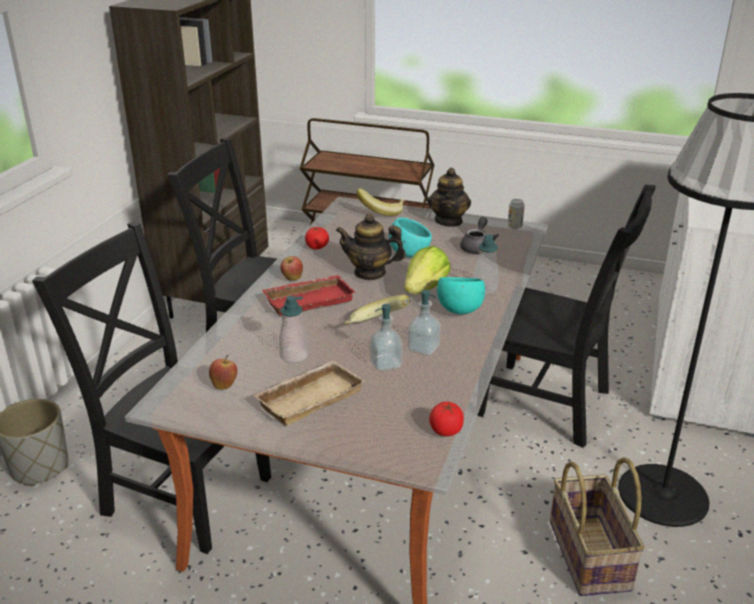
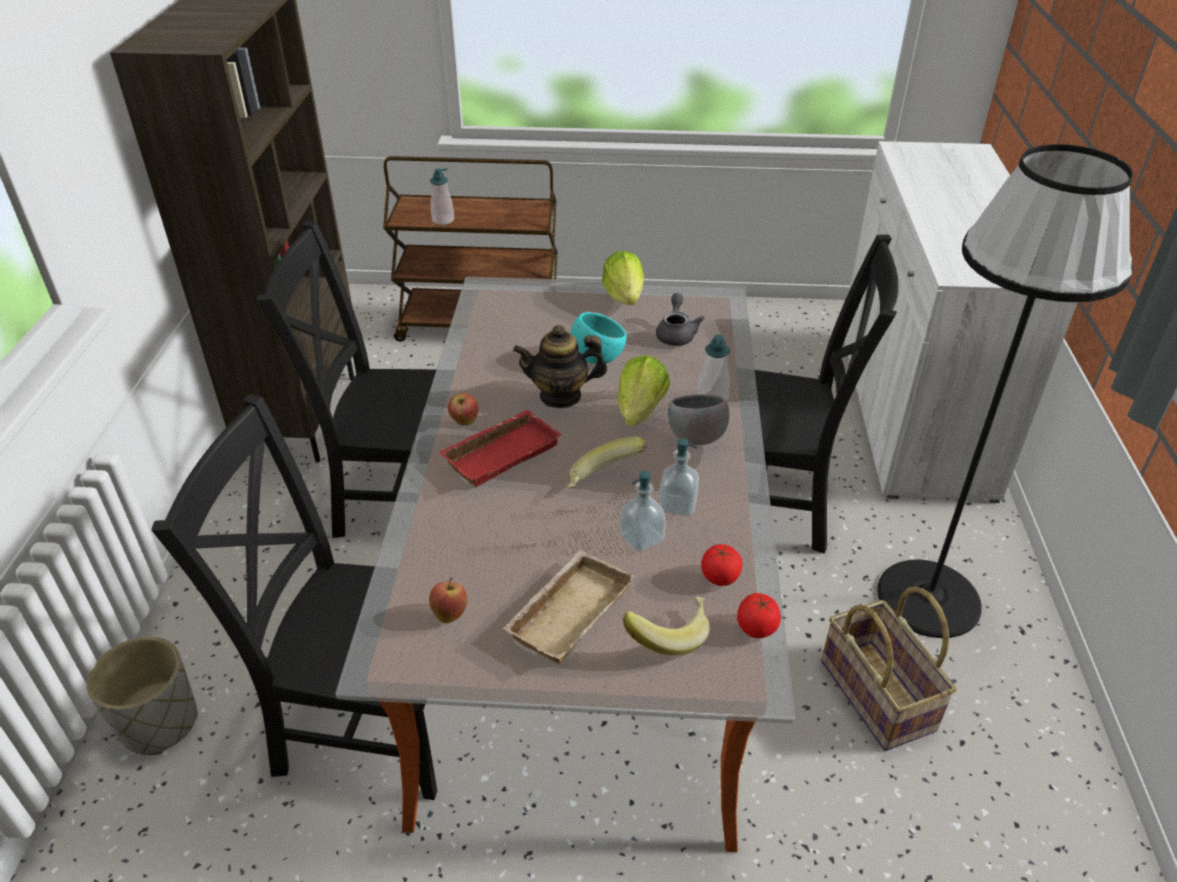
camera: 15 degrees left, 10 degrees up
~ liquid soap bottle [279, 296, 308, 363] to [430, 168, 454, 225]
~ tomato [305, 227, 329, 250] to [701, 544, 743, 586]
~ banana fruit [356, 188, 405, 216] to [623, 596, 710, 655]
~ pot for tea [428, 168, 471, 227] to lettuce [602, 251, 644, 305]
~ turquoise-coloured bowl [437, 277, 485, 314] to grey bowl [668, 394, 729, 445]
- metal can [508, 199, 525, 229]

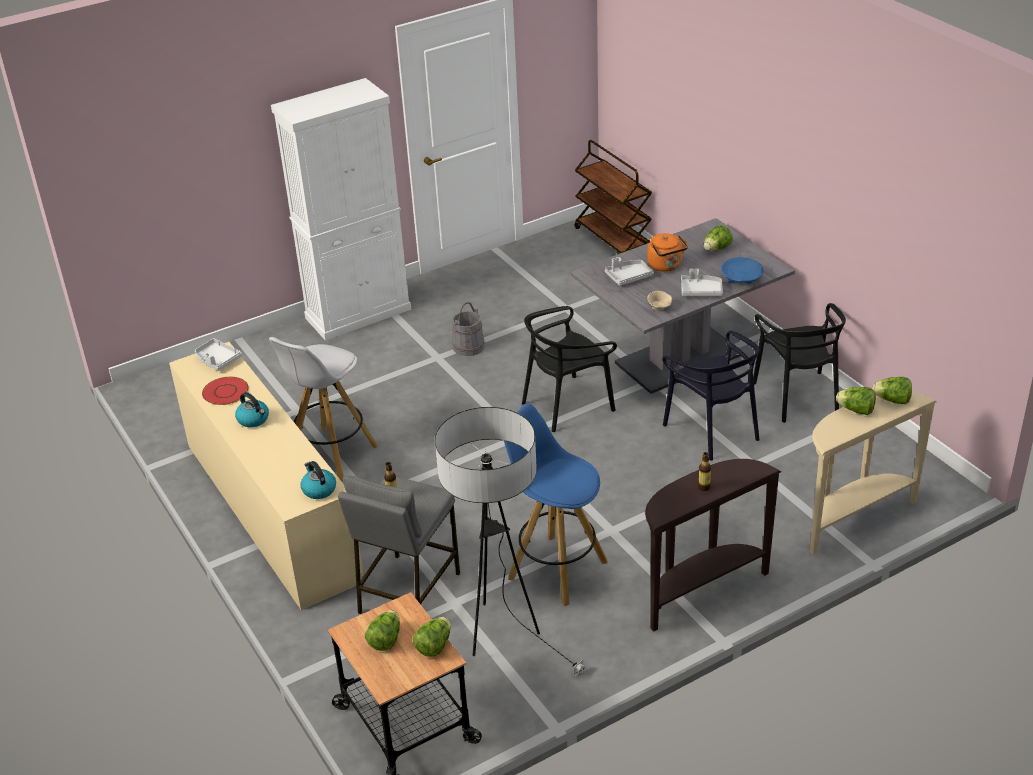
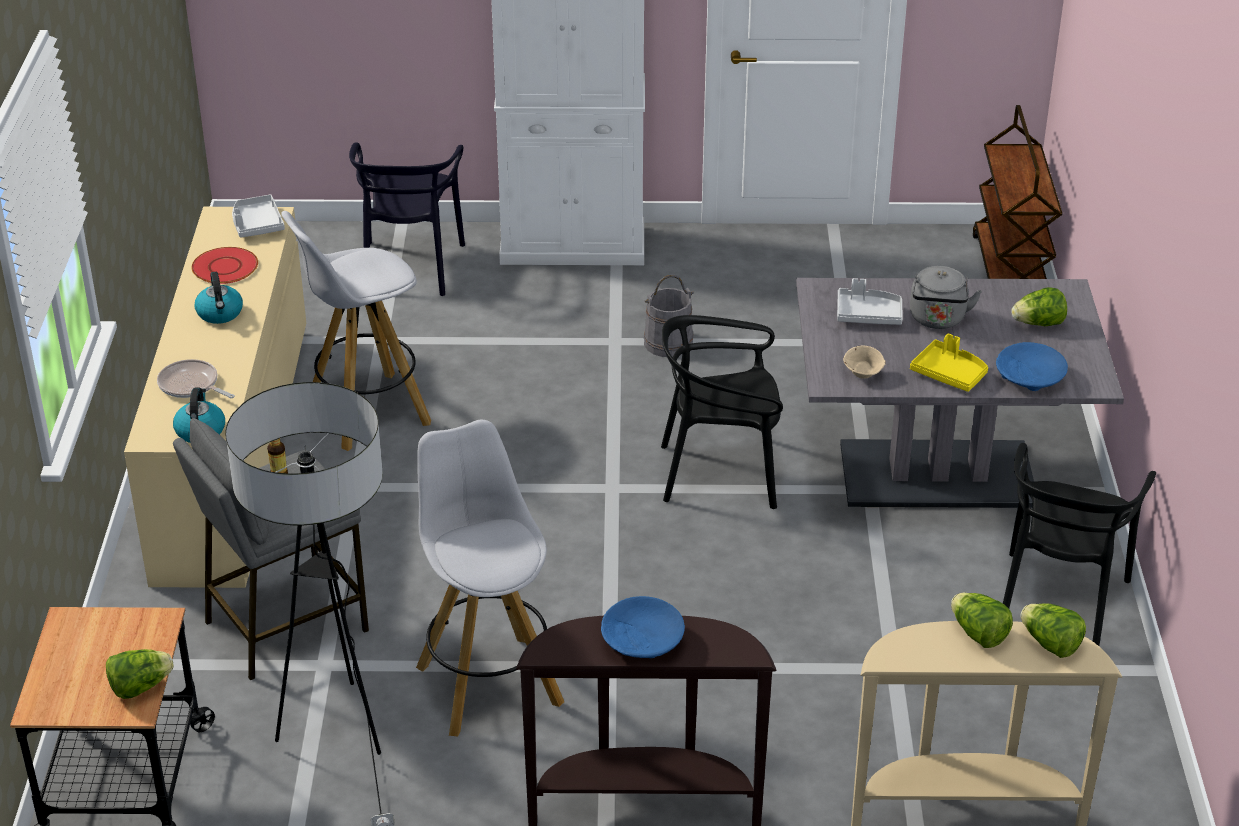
camera: 30 degrees right, 0 degrees up
- lettuce [365, 610, 400, 651]
~ blue sitting stool [504, 404, 608, 606] to whitish sitting stool [416, 420, 564, 737]
~ orange tea kettle [647, 233, 688, 272] to grey tea kettle [910, 266, 982, 329]
~ blackish plain chair [662, 331, 759, 460] to [349, 142, 465, 296]
~ grey carrying tray [681, 269, 723, 296] to yellow carrying tray [910, 334, 988, 392]
~ drink bottle [698, 452, 711, 491] to blue bowl [601, 596, 685, 658]
+ frying pan [157, 359, 235, 398]

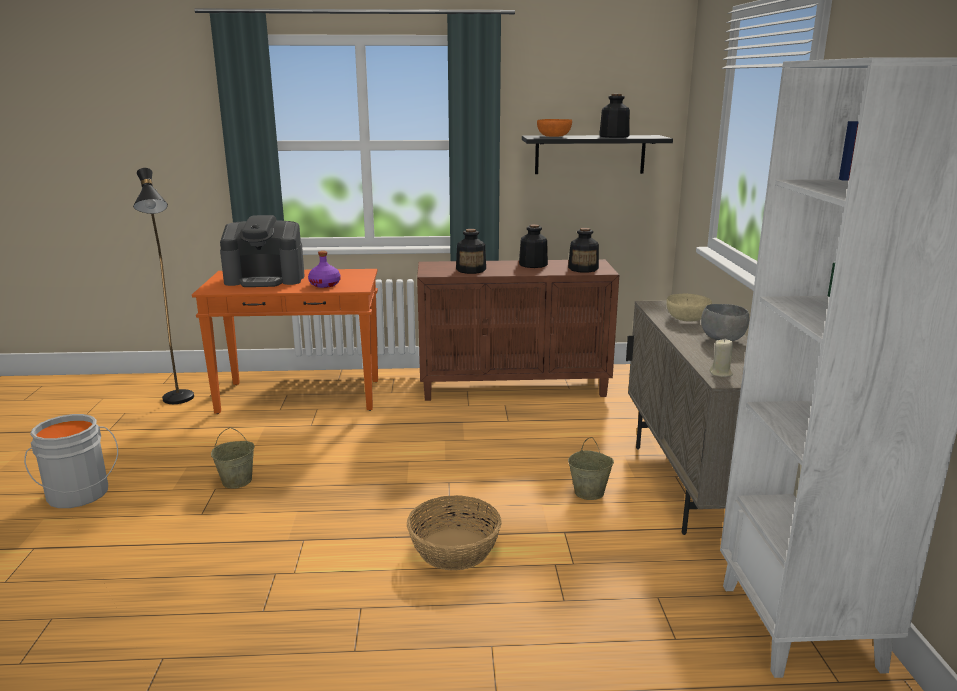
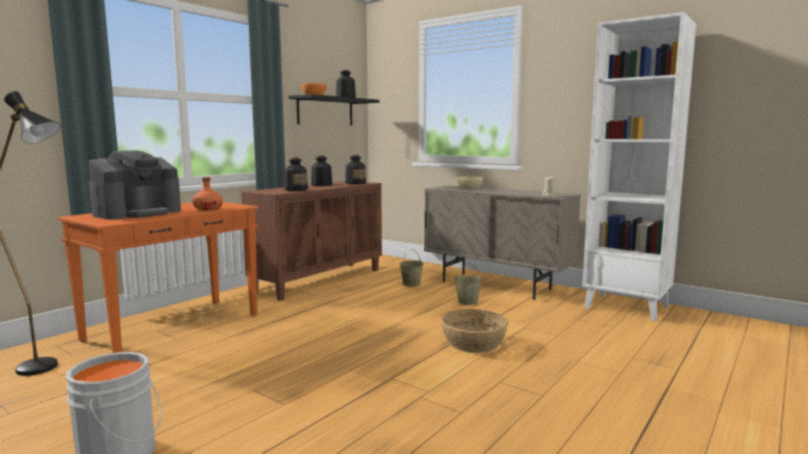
camera: 50 degrees left, 10 degrees down
~ beige water bucket [211, 427, 255, 489] to [399, 249, 423, 286]
~ purple-coloured drink bottle [308, 251, 340, 288] to orange drink bottle [192, 177, 223, 210]
- grey bowl [701, 304, 749, 341]

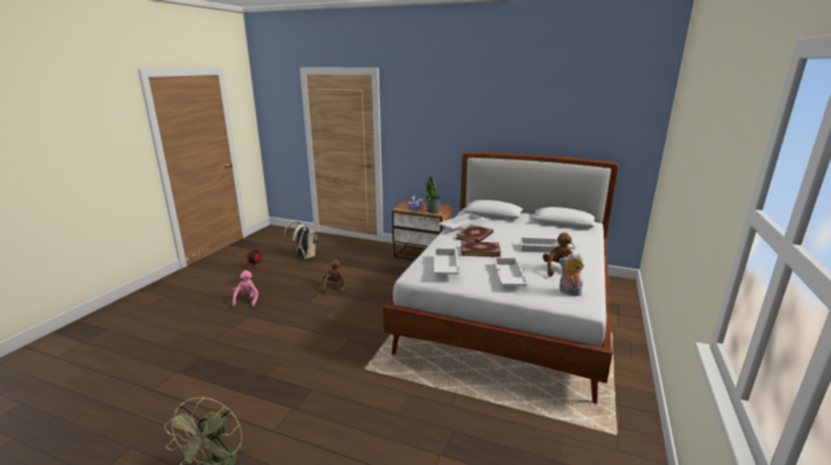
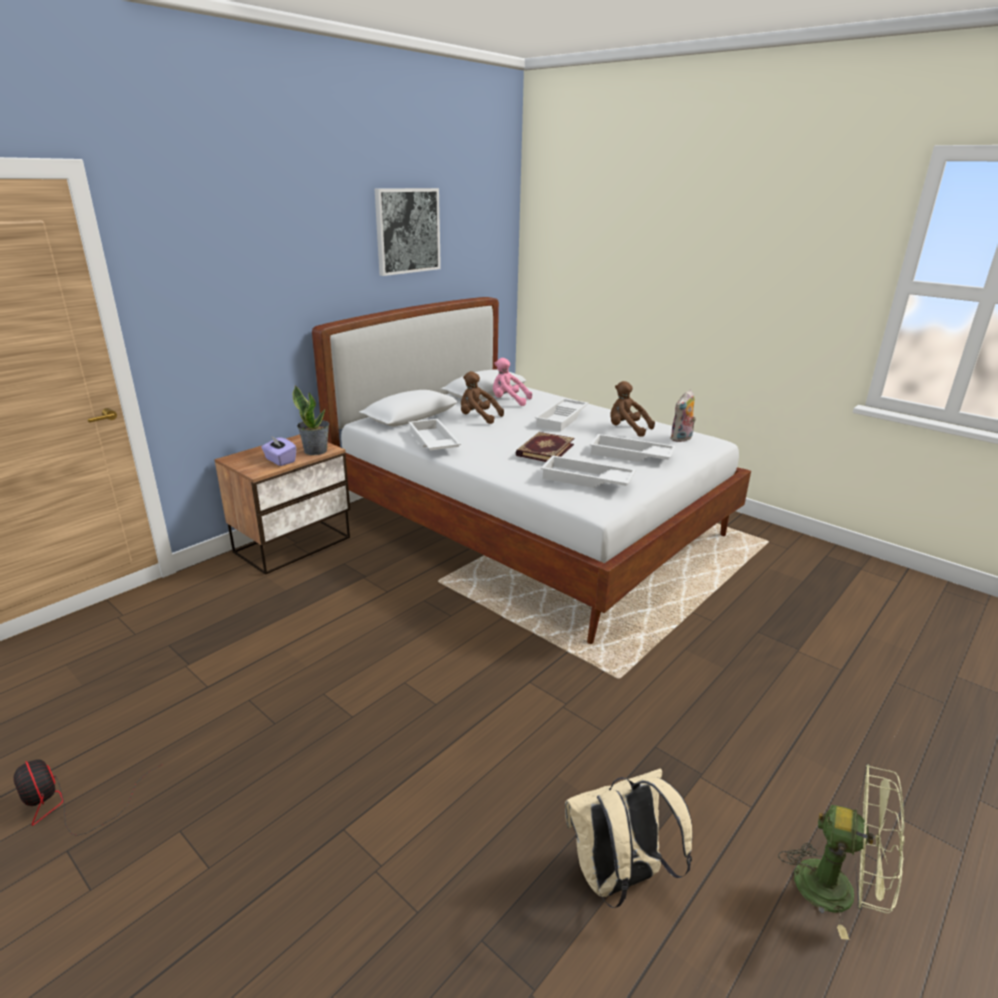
camera: 70 degrees left, 5 degrees up
~ pinkish soft toy [232, 270, 258, 307] to [493, 358, 532, 406]
~ beige knapsack [284, 221, 318, 259] to [565, 768, 692, 908]
~ brownish soft toy [322, 259, 346, 294] to [461, 371, 504, 424]
- volume [456, 225, 494, 242]
+ wall picture [375, 188, 441, 276]

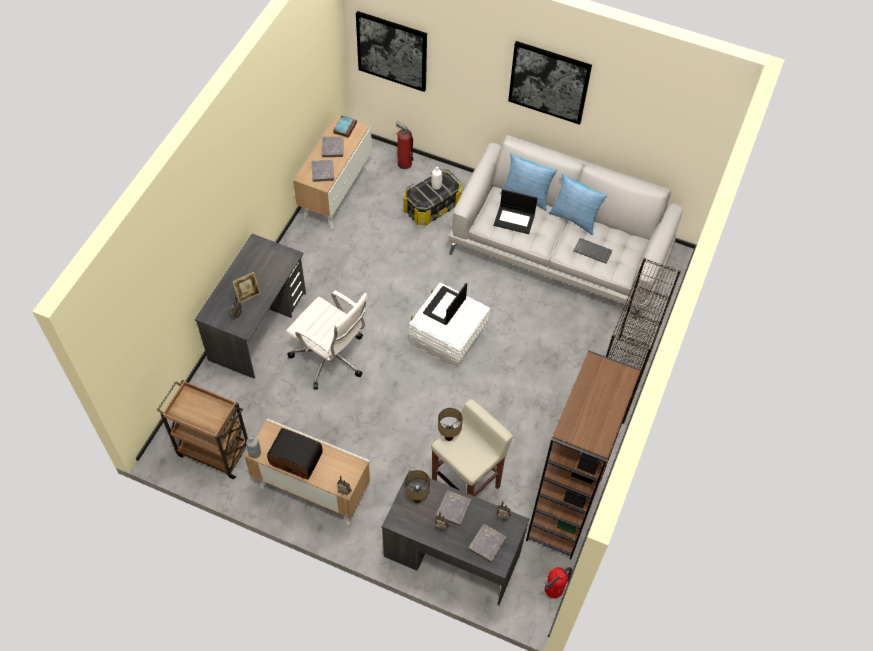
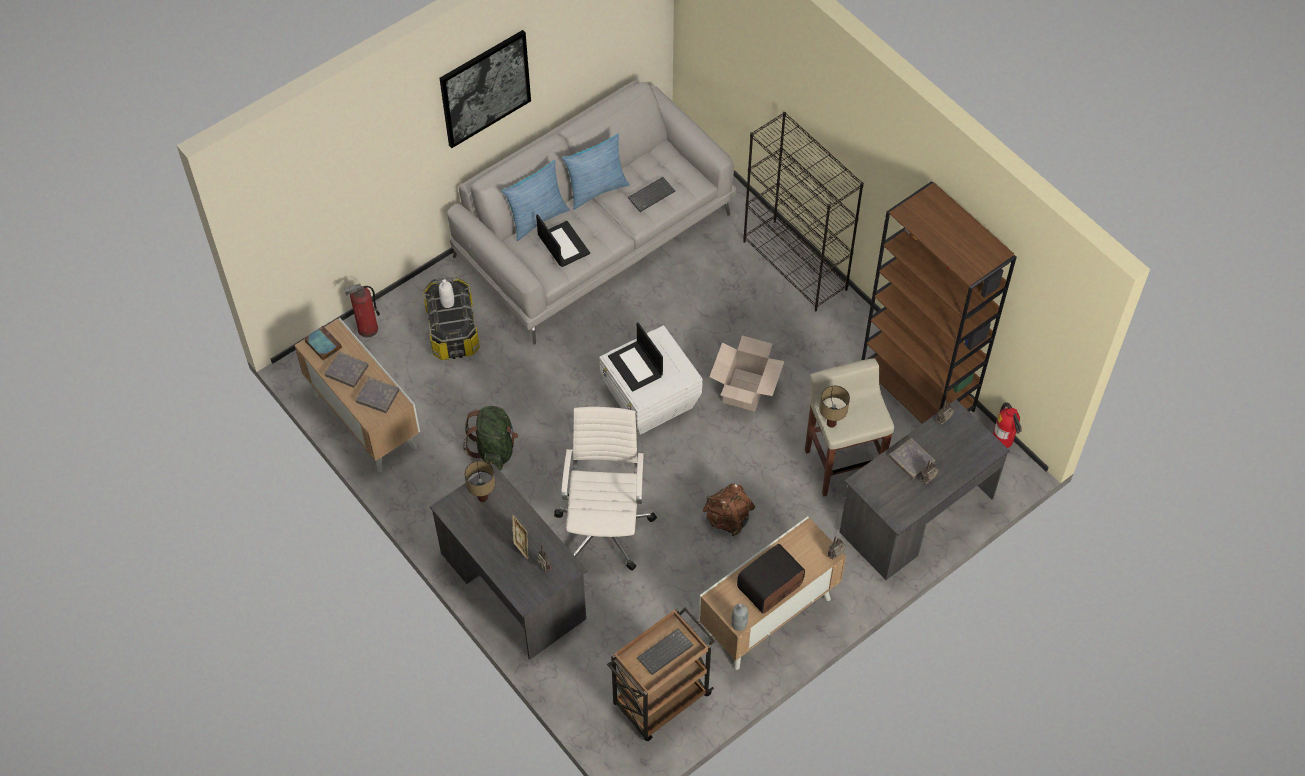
camera: 60 degrees left, 0 degrees up
~ whitish office chair [286, 291, 368, 390] = [554, 407, 657, 571] 60 degrees counterclockwise
- wall picture [356, 11, 427, 92]
~ lamp for a table [405, 470, 430, 503] to [465, 460, 495, 502]
- grey volume [468, 524, 506, 563]
~ laptop [493, 189, 537, 234] = [536, 214, 590, 267] 75 degrees counterclockwise
+ green-coloured knapsack [464, 406, 518, 471]
+ PC keyboard [637, 629, 693, 675]
+ brownish knapsack [703, 484, 755, 536]
+ cardboard box [709, 336, 785, 412]

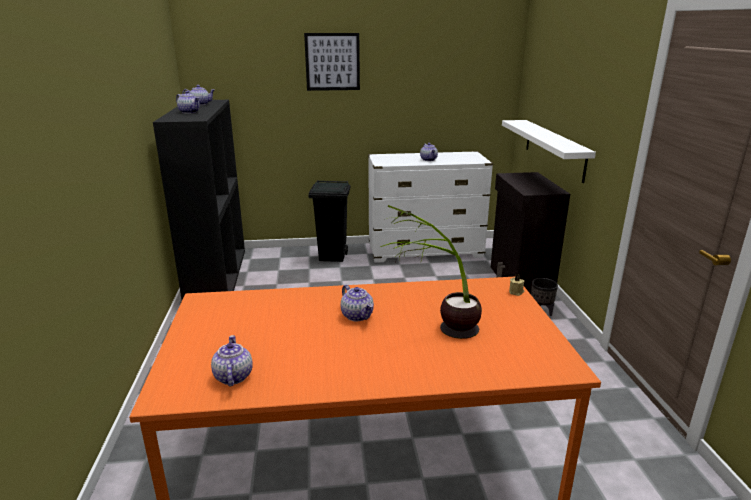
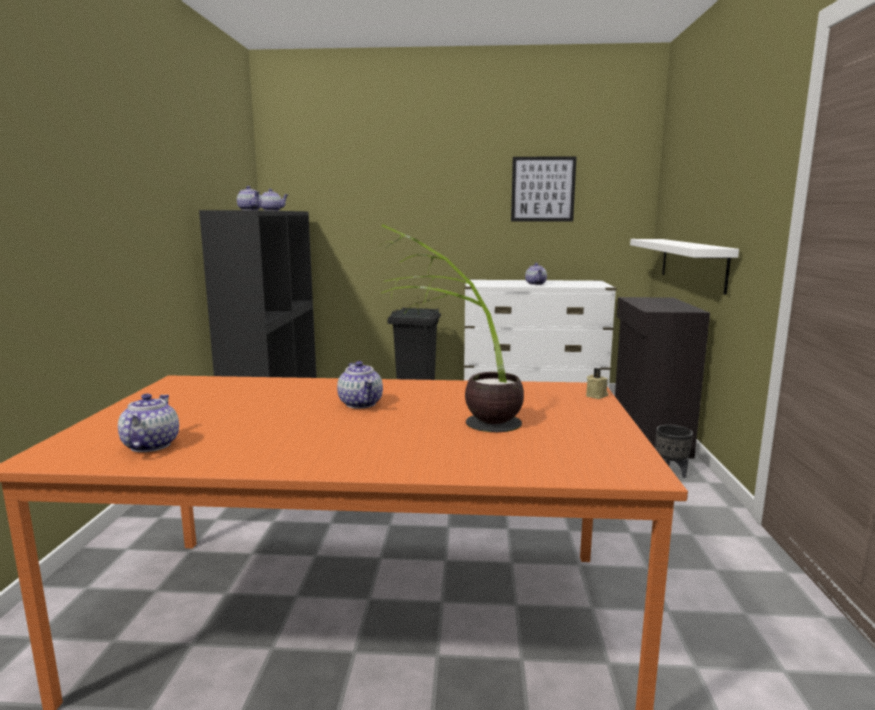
camera: 10 degrees right, 10 degrees down
~ wall picture [304, 33, 360, 91] to [511, 156, 577, 222]

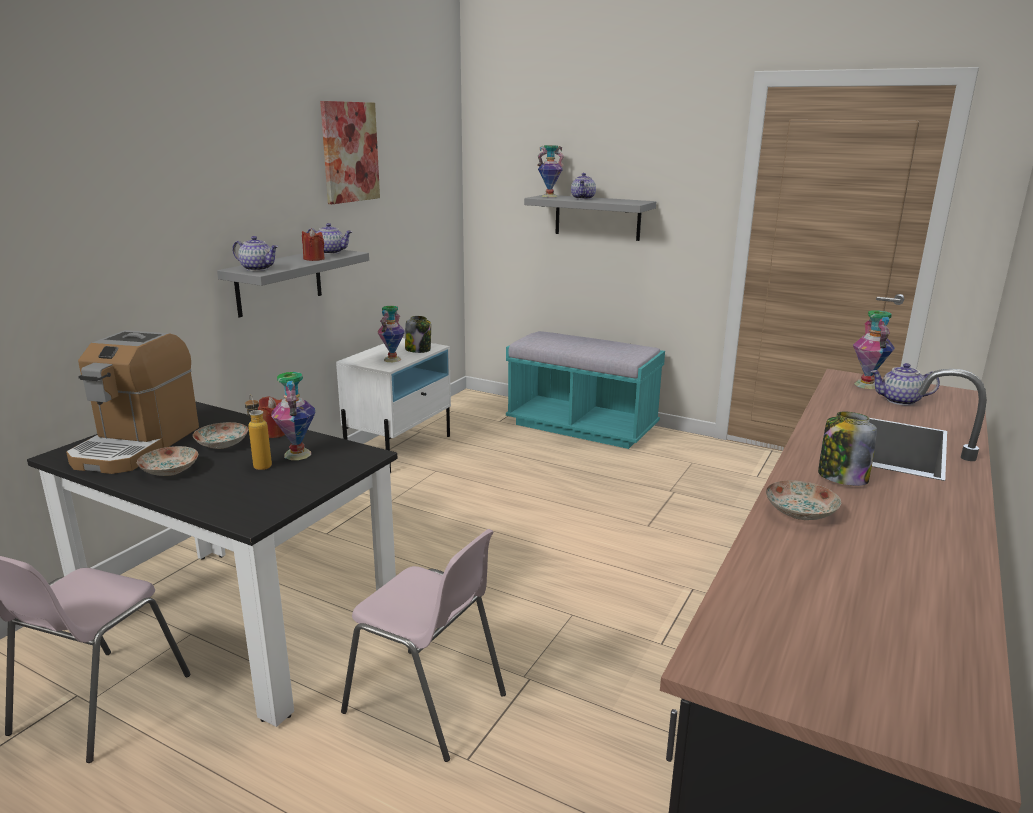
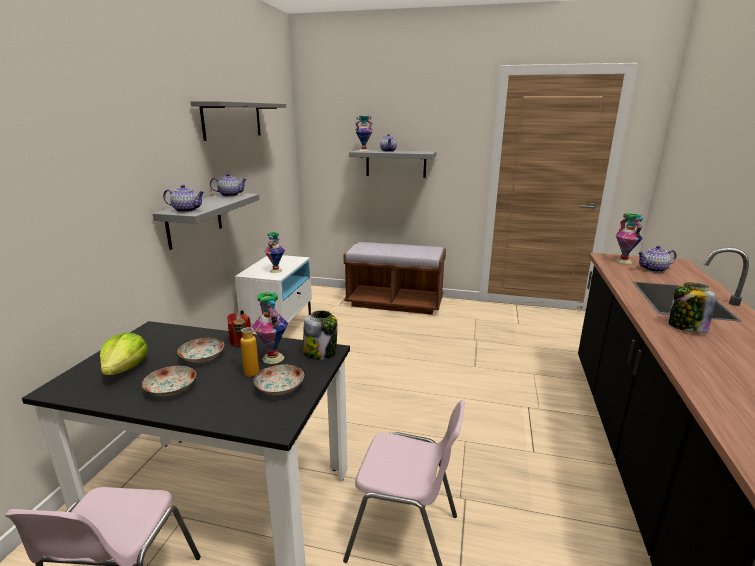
camera: 15 degrees left, 0 degrees up
~ coffee machine [66, 330, 199, 474] to lettuce [100, 333, 148, 375]
- reddish wax light [302, 229, 325, 261]
~ wall picture [320, 101, 380, 204] to grey bracket shelf [191, 101, 286, 141]
~ storage jar [405, 316, 431, 353] to [303, 310, 337, 360]
~ turquoise-coloured bench [506, 331, 665, 449] to brownish bench [343, 242, 446, 315]
~ plate [766, 480, 841, 520] to [254, 365, 304, 395]

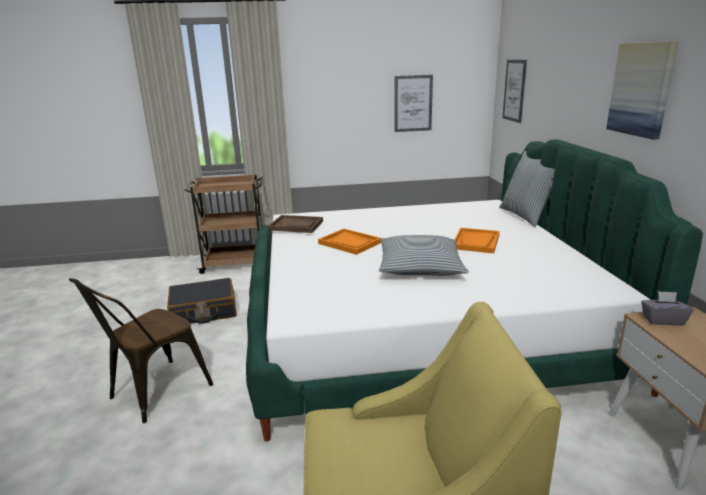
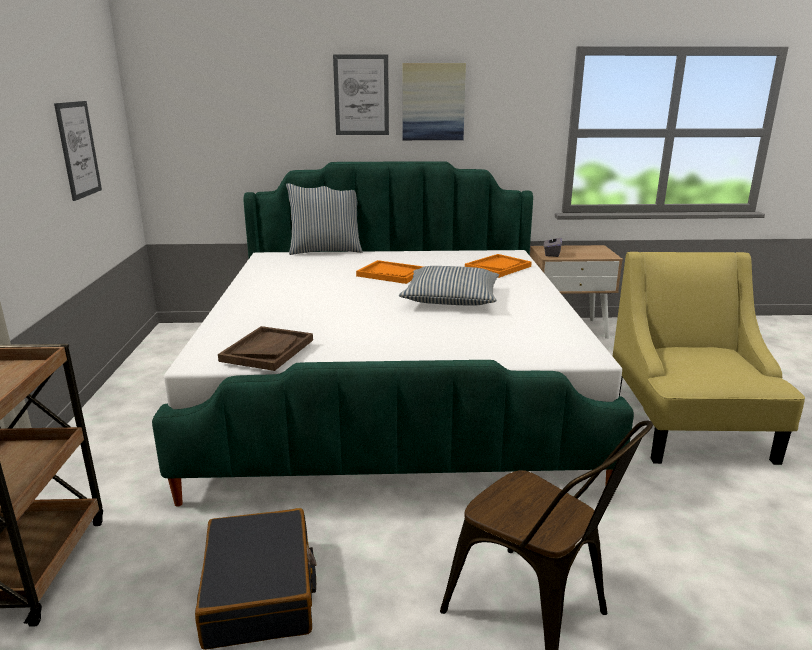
camera: 85 degrees left, 0 degrees up
~ orange carrying tray [318, 229, 381, 255] to [465, 254, 531, 278]
~ wall picture [502, 60, 527, 123] to [333, 54, 389, 135]

